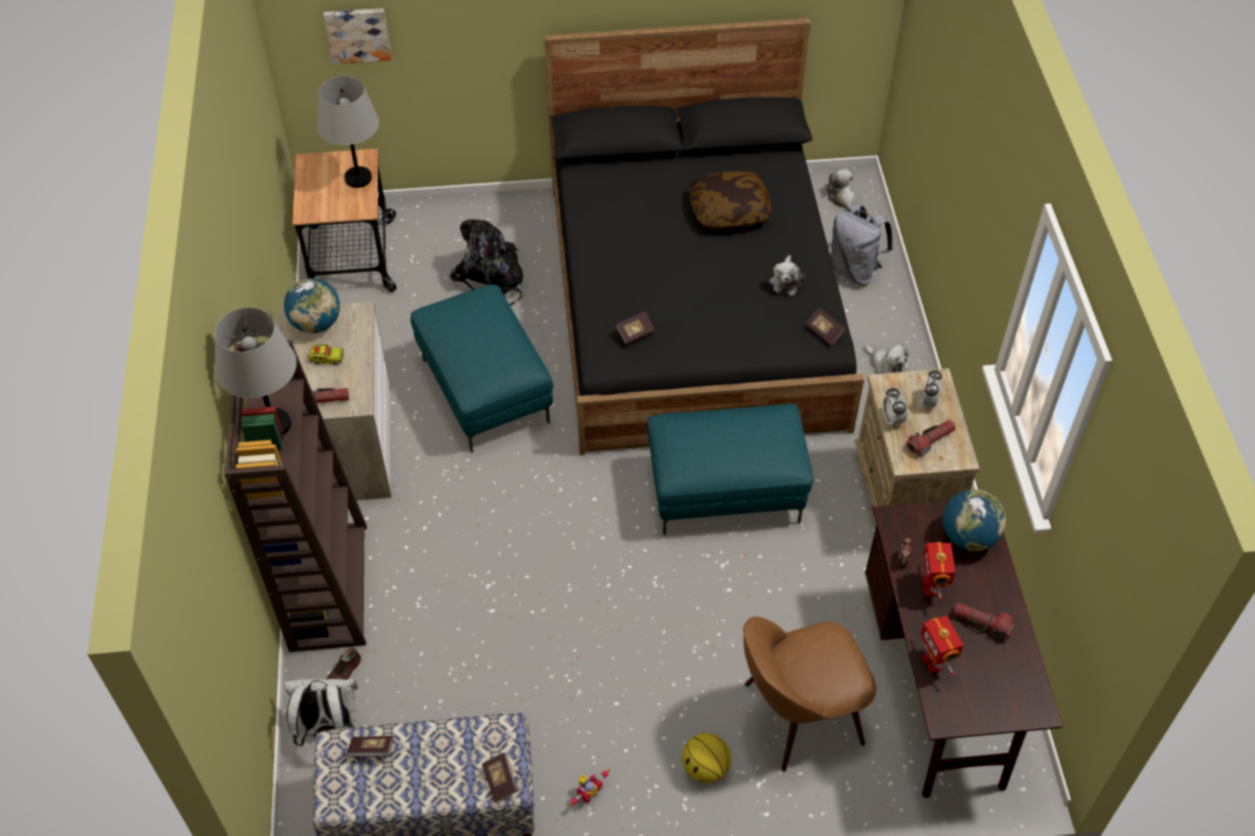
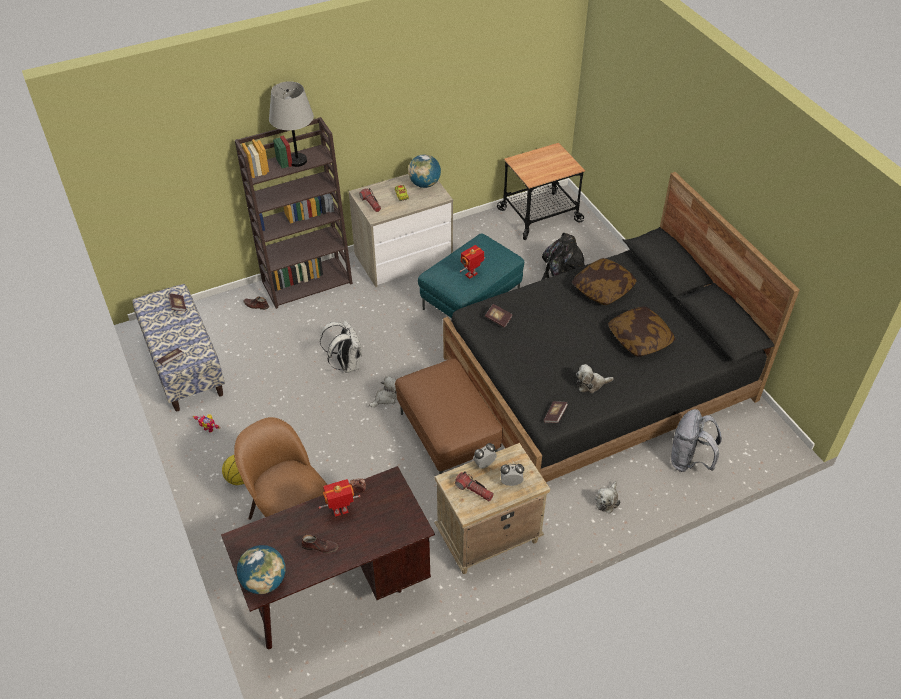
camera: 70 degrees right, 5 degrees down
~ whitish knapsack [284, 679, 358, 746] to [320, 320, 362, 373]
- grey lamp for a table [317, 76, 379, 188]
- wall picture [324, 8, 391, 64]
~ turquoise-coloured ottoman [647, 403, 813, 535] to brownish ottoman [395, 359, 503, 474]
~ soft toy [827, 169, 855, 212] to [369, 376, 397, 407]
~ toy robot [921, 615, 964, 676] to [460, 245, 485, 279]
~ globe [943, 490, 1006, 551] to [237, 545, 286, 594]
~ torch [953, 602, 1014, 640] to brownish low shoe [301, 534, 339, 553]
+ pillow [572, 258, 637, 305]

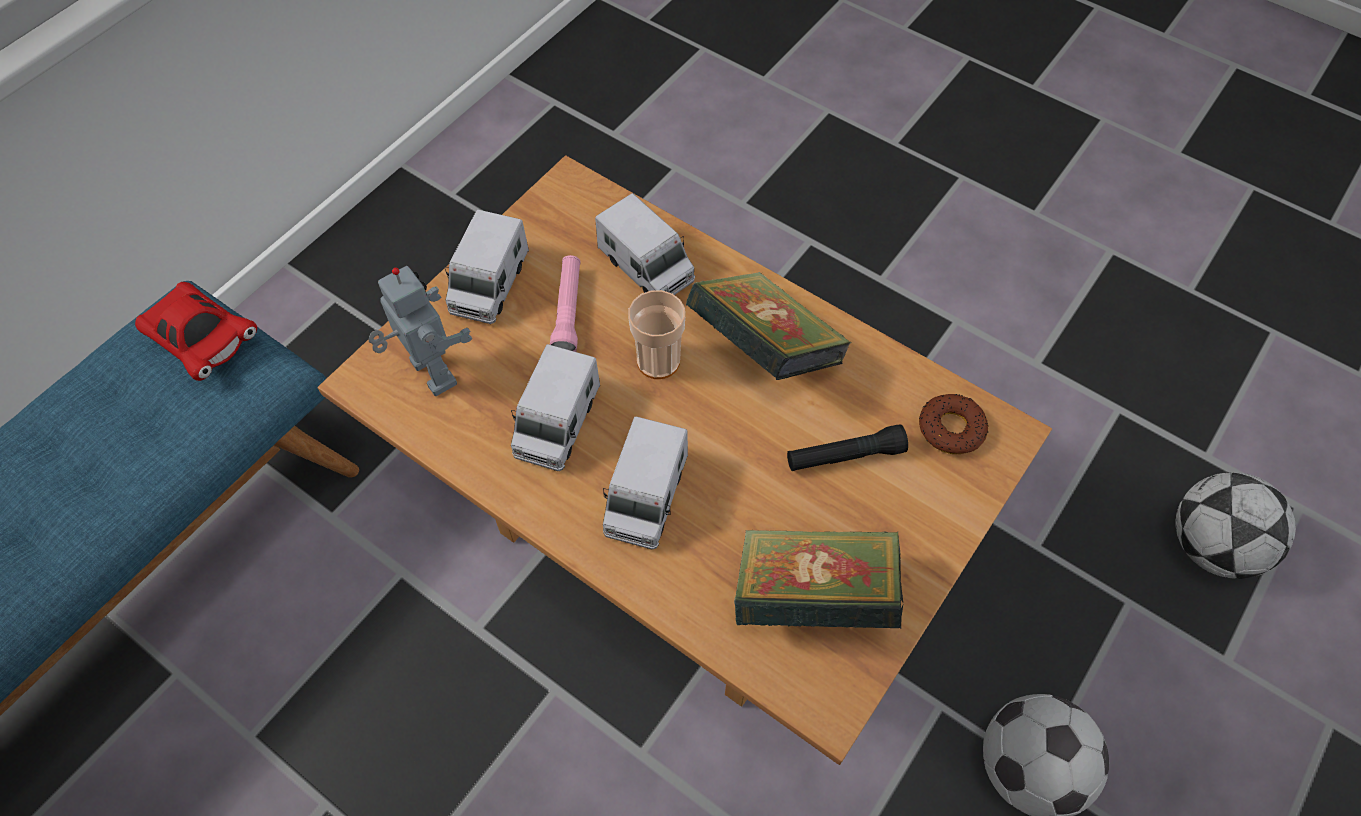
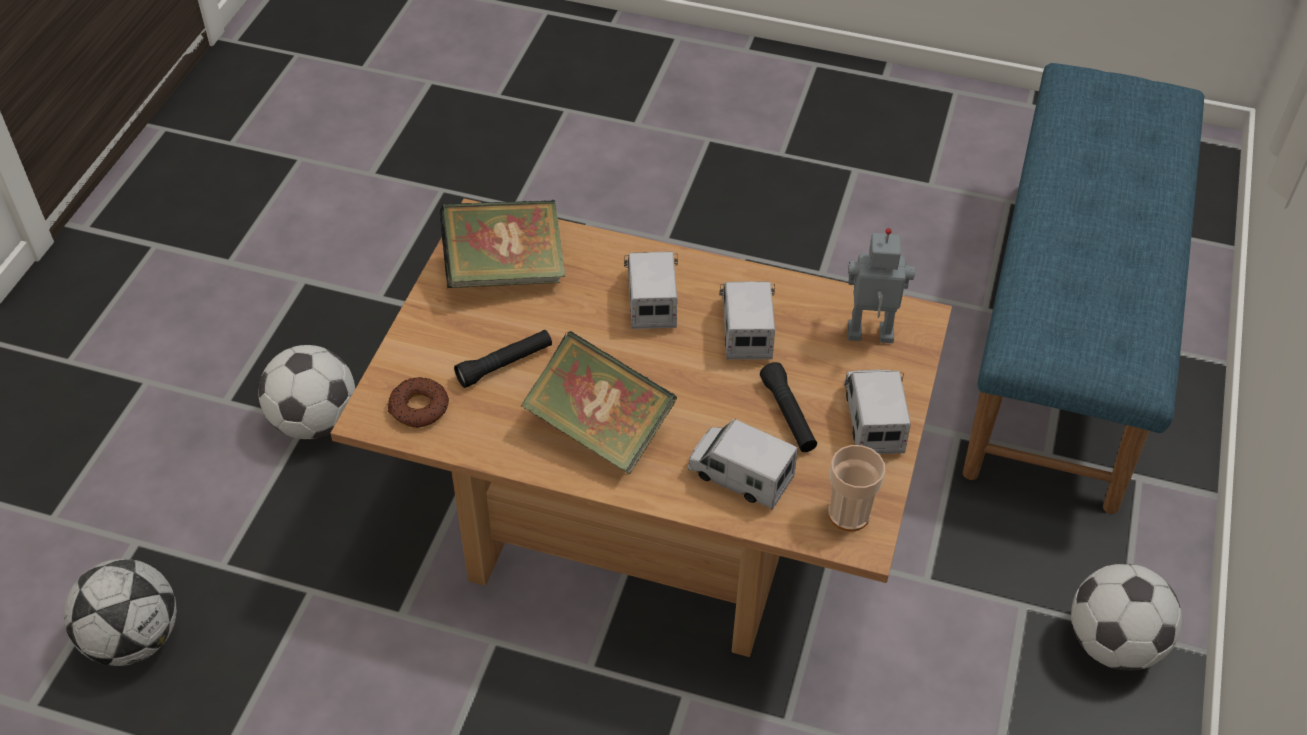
camera: 160 degrees right, 10 degrees down
- reddish model car [135, 282, 257, 381]
~ toy robot [369, 266, 473, 396] = [848, 228, 915, 343] 150 degrees clockwise
~ pinkish torch [550, 255, 581, 352] to blackish torch [760, 362, 817, 452]
~ cup [628, 290, 685, 379] to [828, 445, 885, 531]
+ ball for football [1071, 563, 1182, 671]

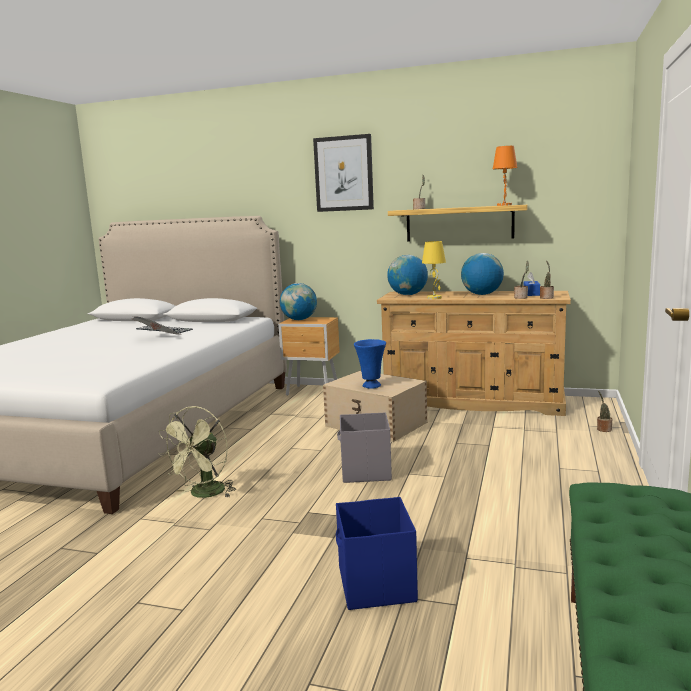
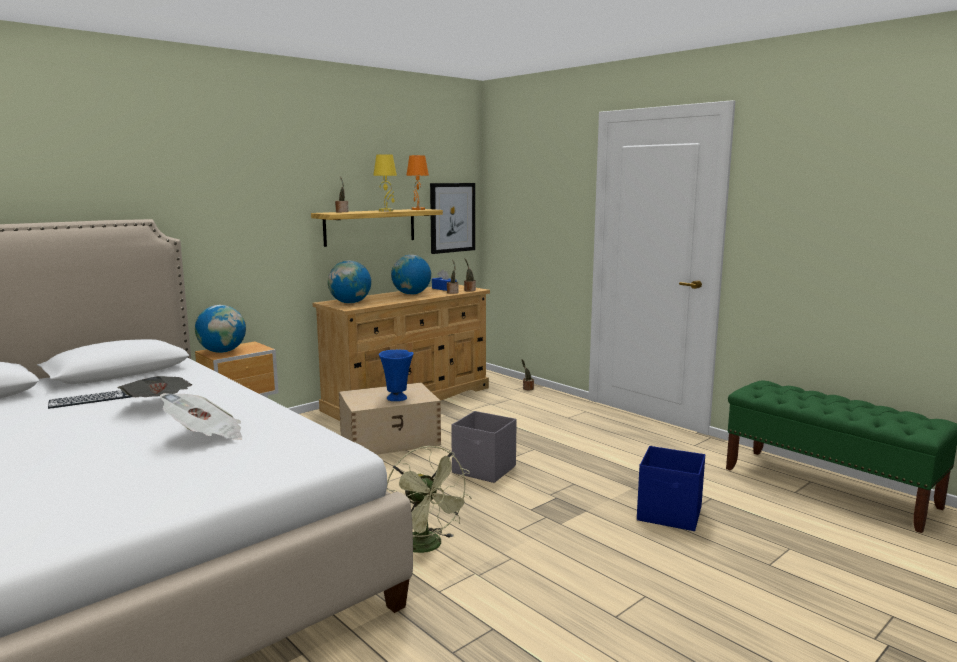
camera: 60 degrees left, 0 degrees up
~ wall picture [313, 134, 374, 212] to [430, 183, 475, 254]
~ yellow lamp for a table [422, 241, 446, 299] to [373, 154, 397, 211]
+ daily paper [160, 393, 242, 440]

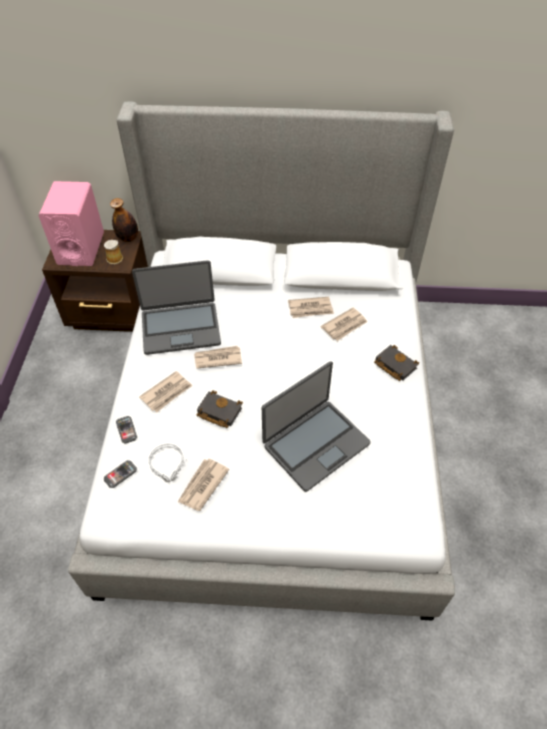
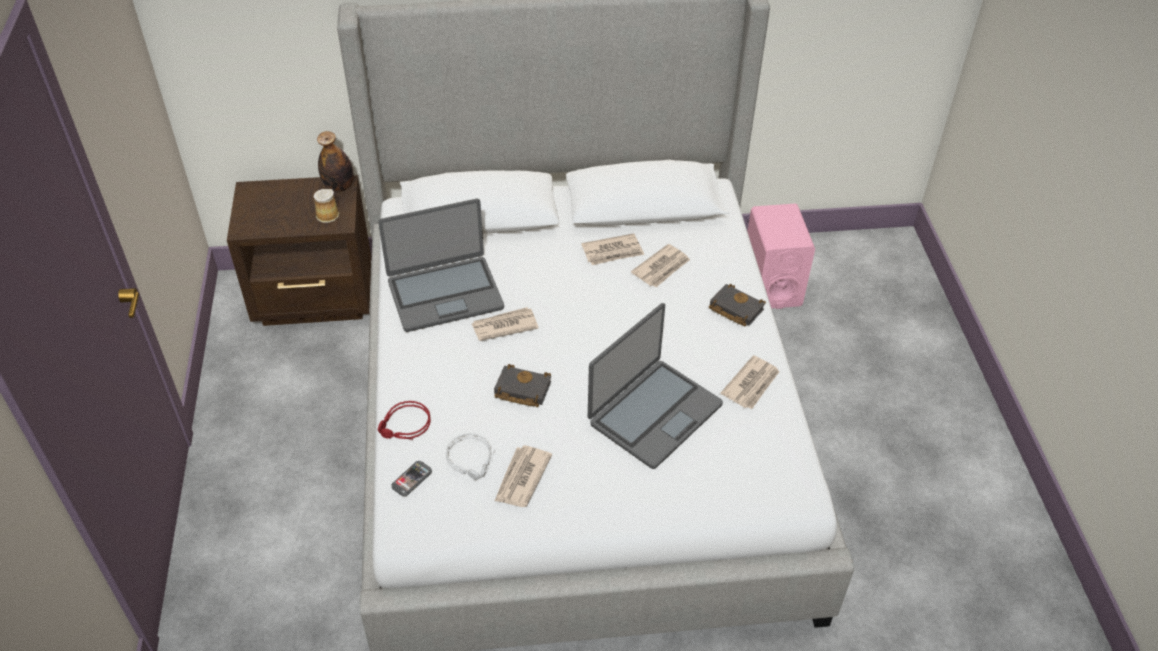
camera: 10 degrees left, 5 degrees down
~ pinkish speaker [38, 181, 104, 266] to [747, 204, 815, 309]
~ handset [116, 416, 137, 444] to reddish headphones [378, 401, 431, 440]
~ daily paper [139, 371, 192, 412] to [721, 355, 780, 409]

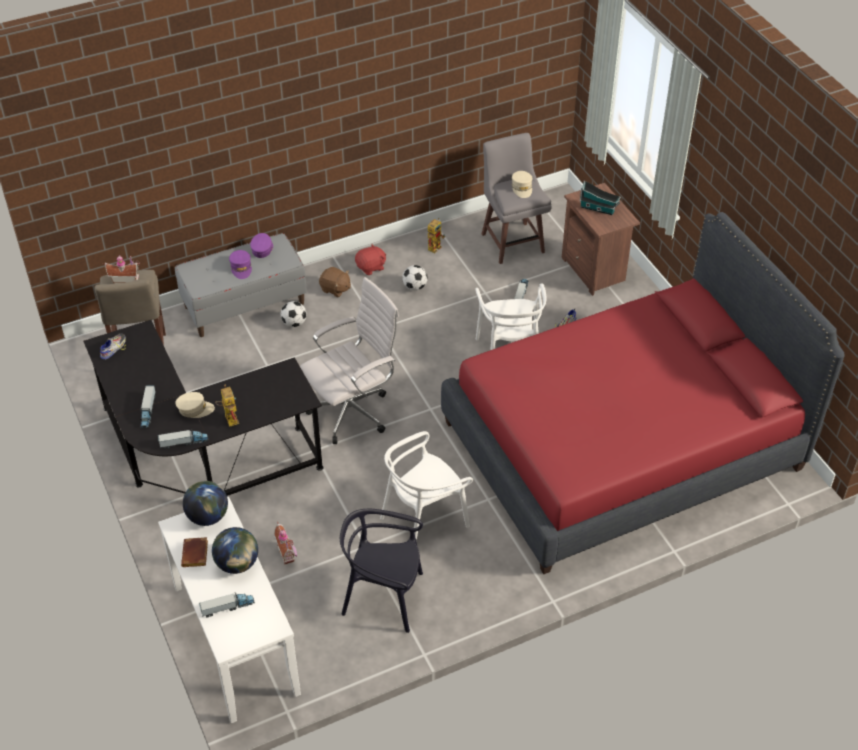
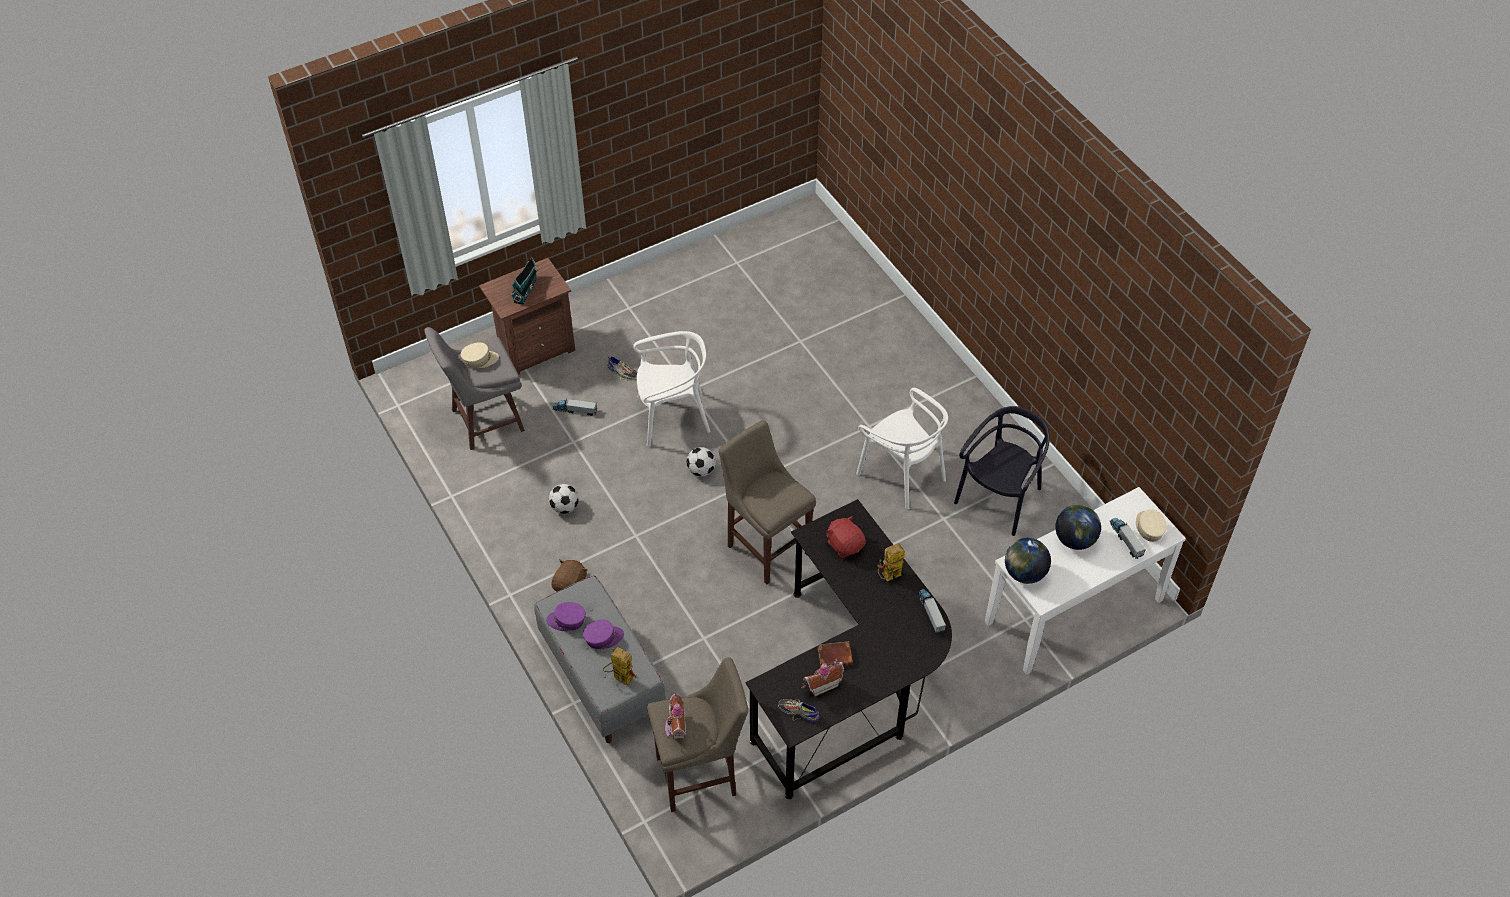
camera: 95 degrees left, 5 degrees up
- toy truck [140, 386, 156, 428]
~ beige baseball cap [175, 392, 215, 418] to [1136, 509, 1167, 542]
~ brownish volume [181, 537, 208, 567] to [817, 641, 853, 667]
~ miniature house [274, 522, 297, 565] to [801, 659, 845, 697]
~ ball for football [281, 301, 307, 327] to [686, 447, 716, 477]
~ whitish office chair [300, 277, 399, 444] to beige sitting stool [719, 420, 816, 585]
~ blackish plain chair [340, 509, 423, 633] = [954, 406, 1050, 536] 150 degrees counterclockwise
~ reddish soft toy [355, 244, 386, 275] to [826, 516, 866, 558]
~ toy robot [428, 218, 445, 253] to [603, 647, 637, 685]
- reddish bedroom bed [441, 212, 845, 574]

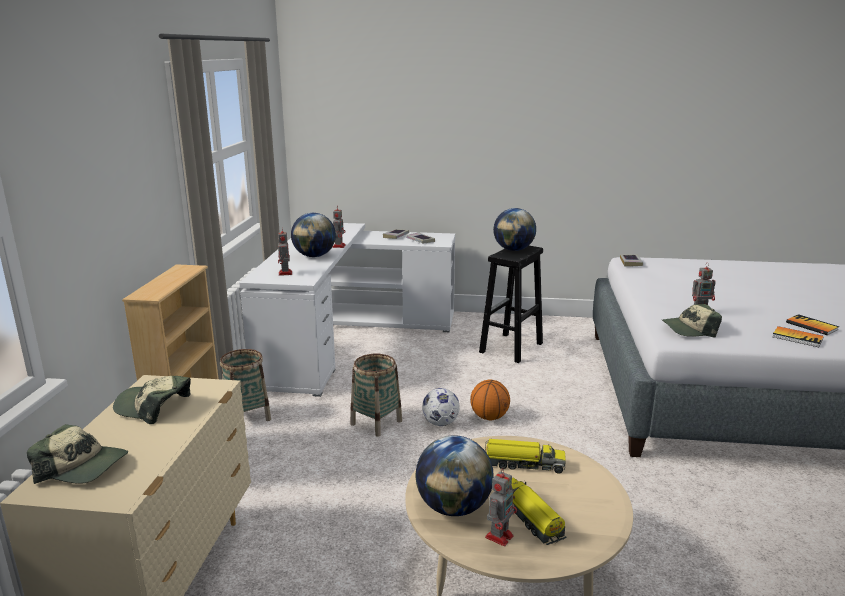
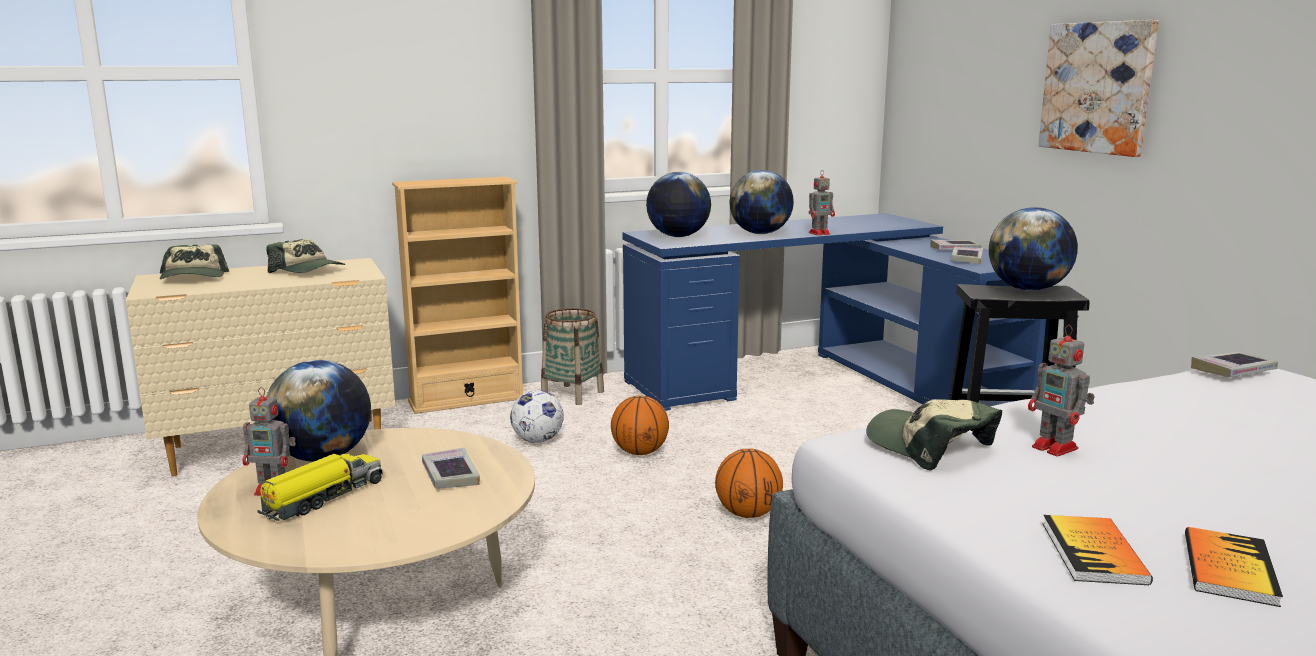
camera: 60 degrees right, 5 degrees down
~ baseball cap [113, 376, 191, 424] = [266, 239, 346, 273] 135 degrees clockwise
~ whitish desk unit [239, 223, 455, 397] to blue desk unit [623, 213, 1046, 411]
~ toy robot [278, 231, 292, 276] to globe [646, 172, 711, 237]
~ storage basket [350, 354, 402, 437] to basketball ball [611, 396, 669, 455]
~ ball for football [422, 388, 460, 426] to [510, 390, 564, 443]
~ toy truck [485, 439, 566, 473] to volume [422, 448, 480, 489]
+ wall picture [1038, 20, 1159, 157]

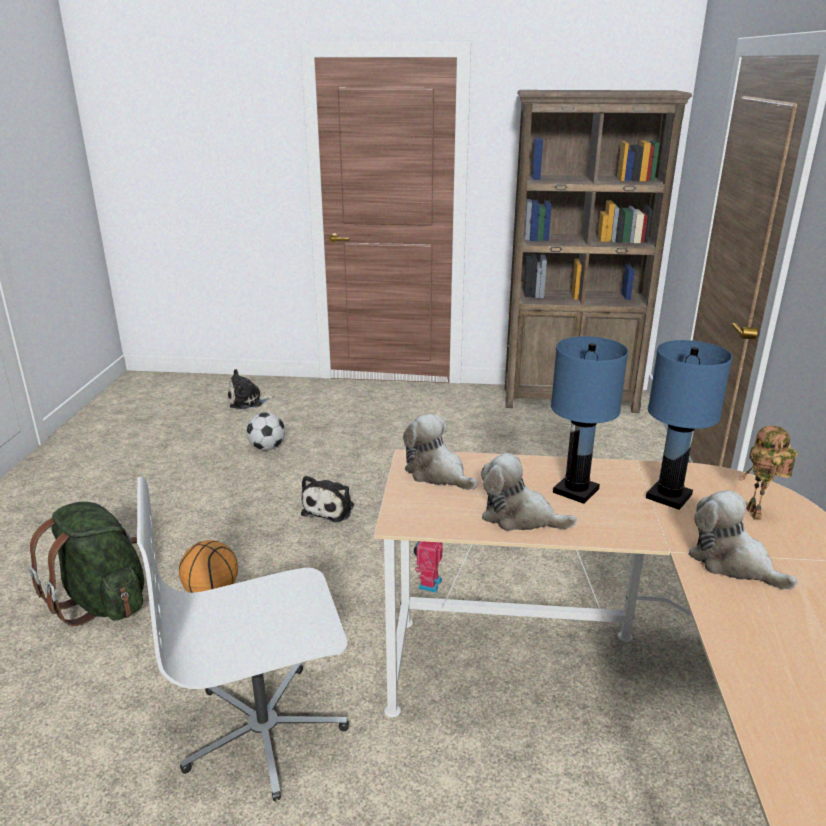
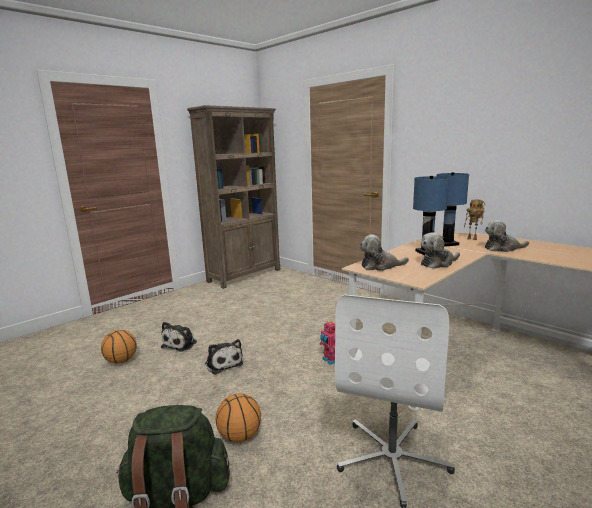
camera: 50 degrees left, 10 degrees down
~ soft toy [228, 369, 275, 409] to [161, 322, 197, 351]
~ ball for football [246, 412, 285, 451] to basketball ball [101, 330, 137, 364]

